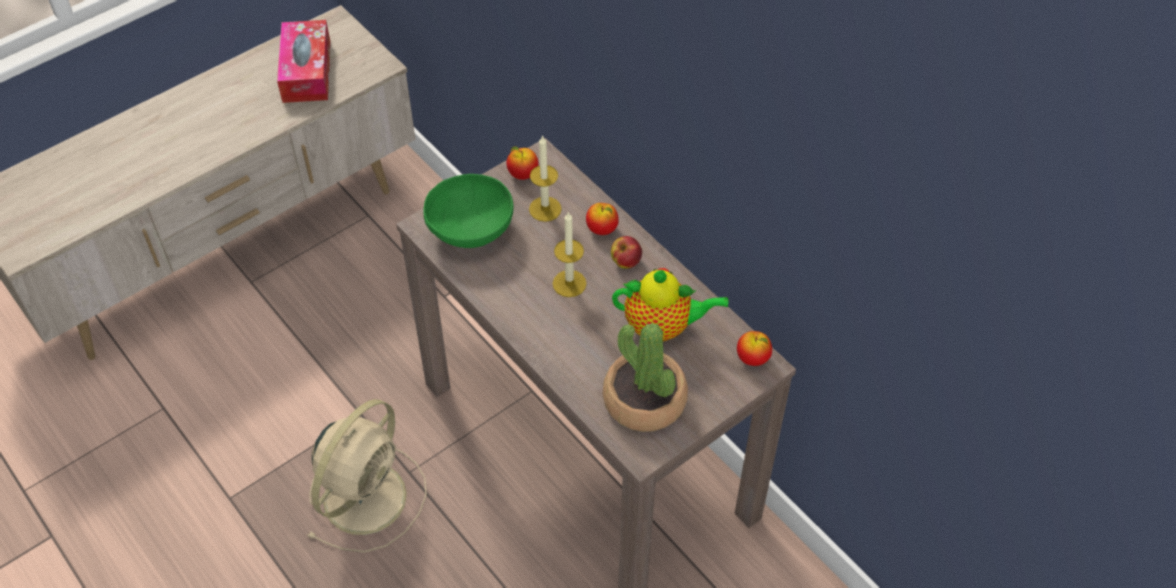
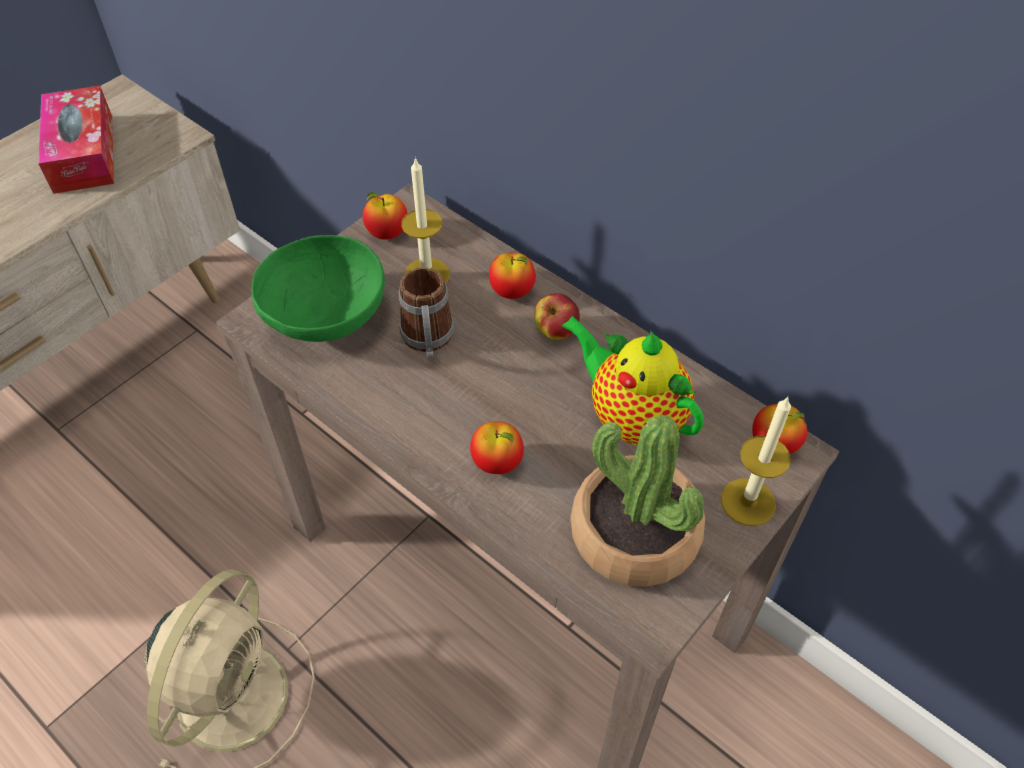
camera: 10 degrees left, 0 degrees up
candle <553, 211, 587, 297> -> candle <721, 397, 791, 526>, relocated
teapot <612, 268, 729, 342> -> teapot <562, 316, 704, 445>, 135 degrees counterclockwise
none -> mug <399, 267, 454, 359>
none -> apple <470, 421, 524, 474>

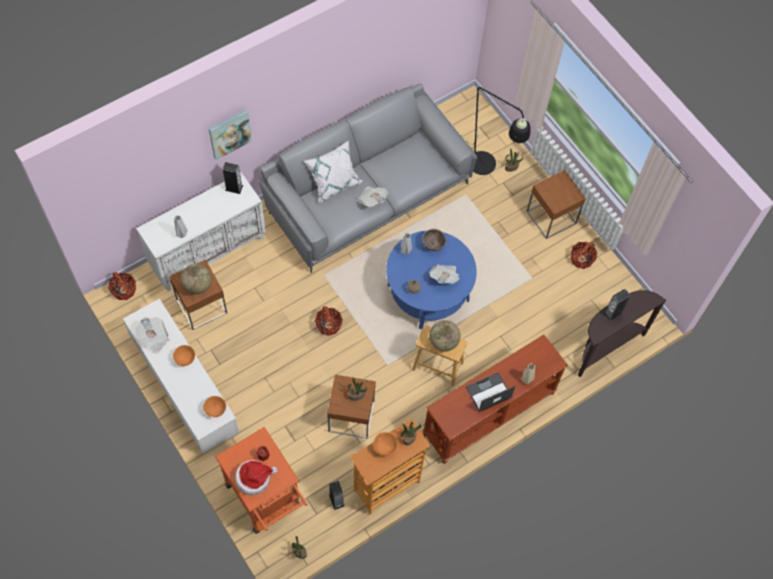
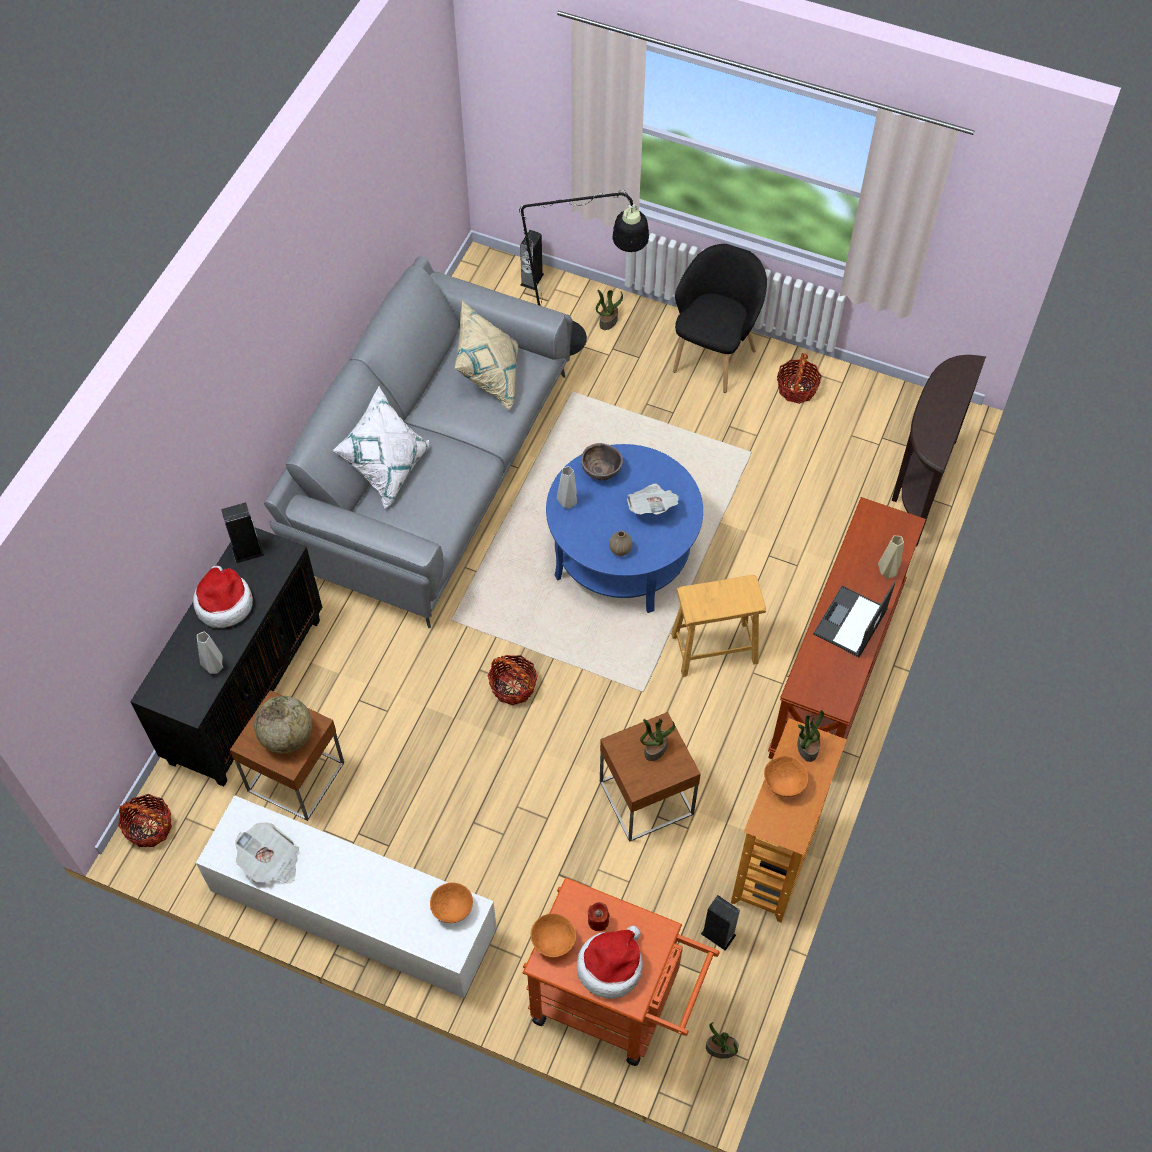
camera: 30 degrees left, 5 degrees down
picture <209, 109, 252, 160> -> none
brown_side_table <527, 170, 586, 239> -> black_armchair <673, 244, 767, 393>
white_cabinet <136, 172, 266, 291> -> black_cabinet <130, 527, 322, 787>
newspaper <358, 186, 389, 207> -> none
speaker <604, 289, 630, 321> -> speaker <520, 230, 544, 290>, relocated
globe <429, 320, 460, 352> -> none
orange_bowl <173, 345, 195, 366> -> orange_bowl <531, 914, 576, 958>, relocated
none -> beige_pillow <454, 301, 518, 410>
none -> hat <193, 566, 253, 628>

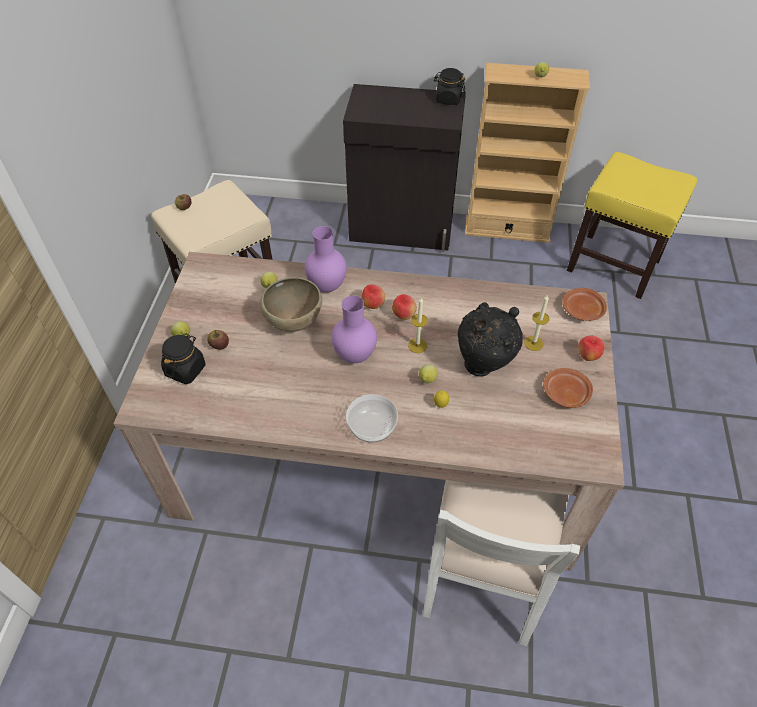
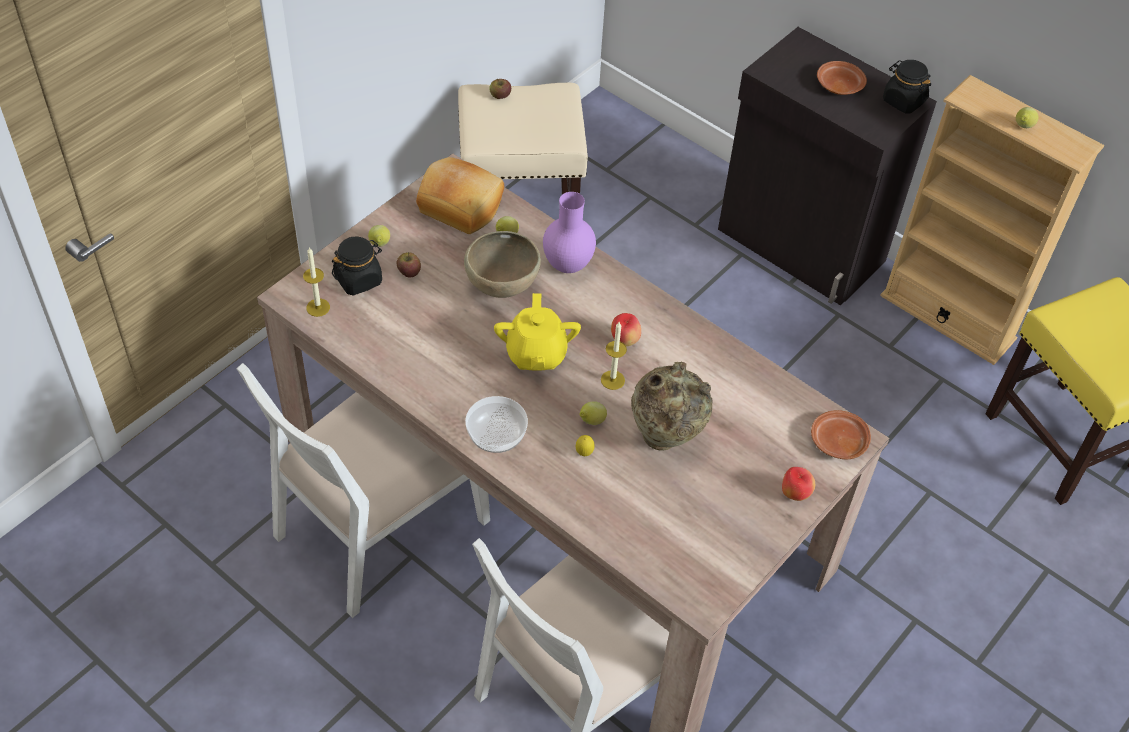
camera: 30 degrees right, 0 degrees up
apple <362, 285, 385, 309> -> none
purple_vase <332, 295, 377, 363> -> yellow_teapot <494, 293, 581, 371>
candle <524, 295, 549, 351> -> candle <303, 247, 330, 317>, relocated
black_vase <458, 302, 523, 377> -> beige_vase <631, 362, 712, 450>
brown_plate <543, 368, 593, 408> -> brown_plate <817, 61, 867, 95>, relocated
none -> bread <416, 157, 504, 234>
none -> white_chair <237, 363, 490, 618>

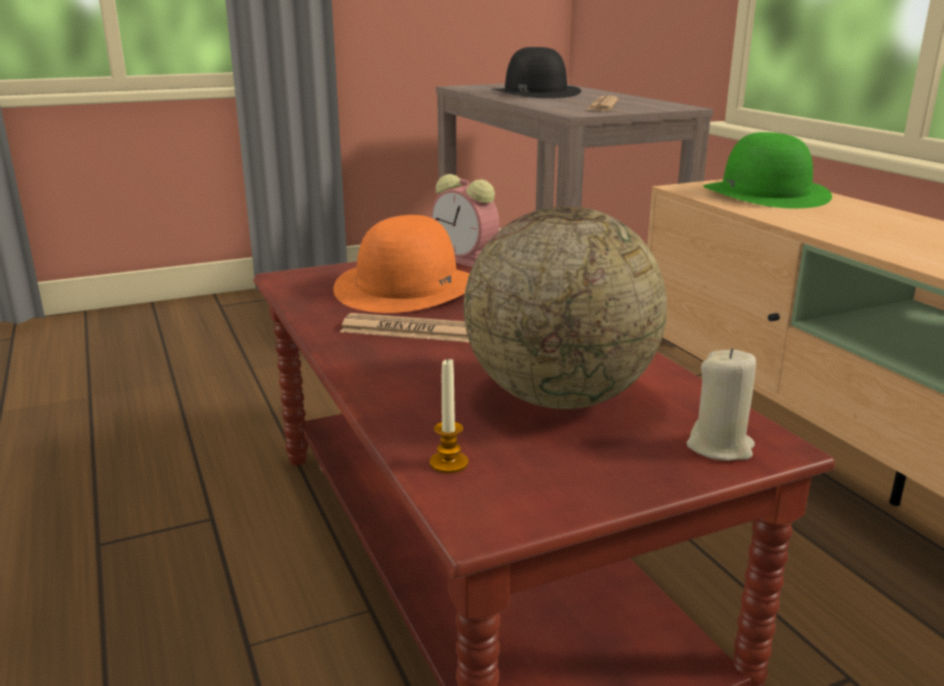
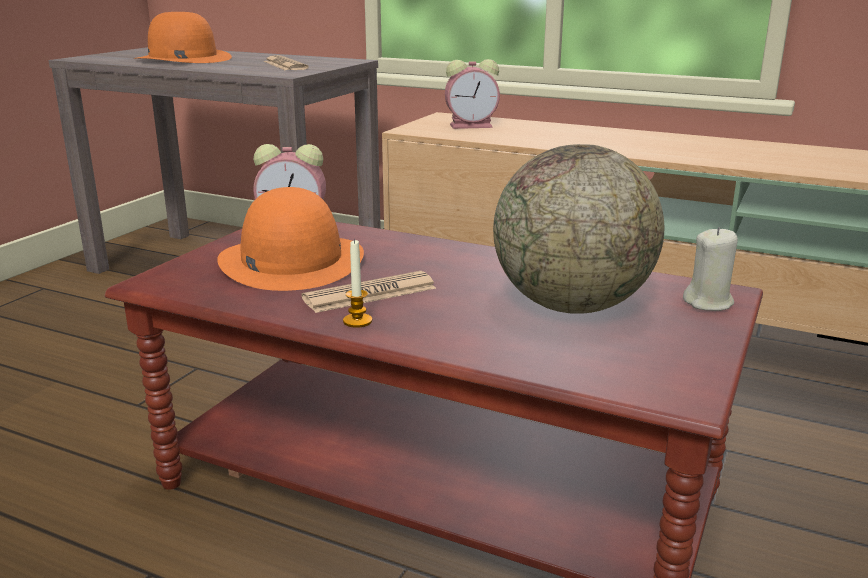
camera: 40 degrees left, 0 degrees up
black_hat <492, 47, 581, 98> -> orange_hat <134, 12, 232, 63>
green_hat <703, 132, 832, 208> -> alarm_clock <445, 59, 500, 129>
candle <430, 357, 468, 473> -> candle <343, 239, 372, 328>, relocated

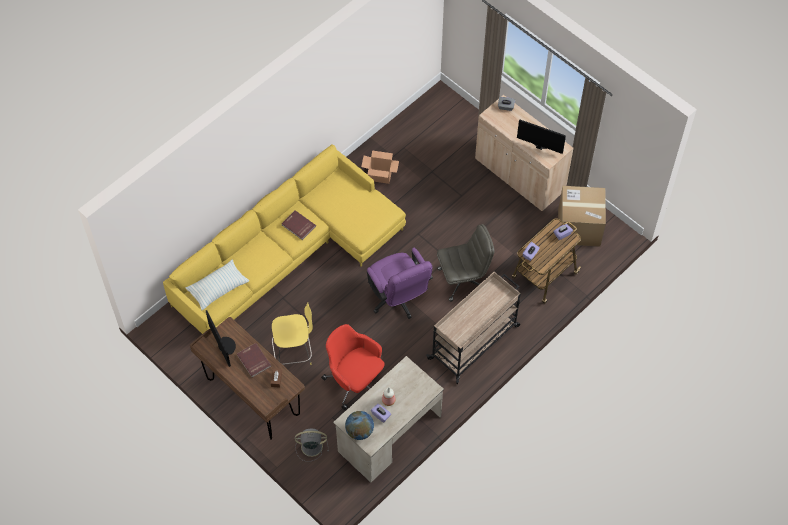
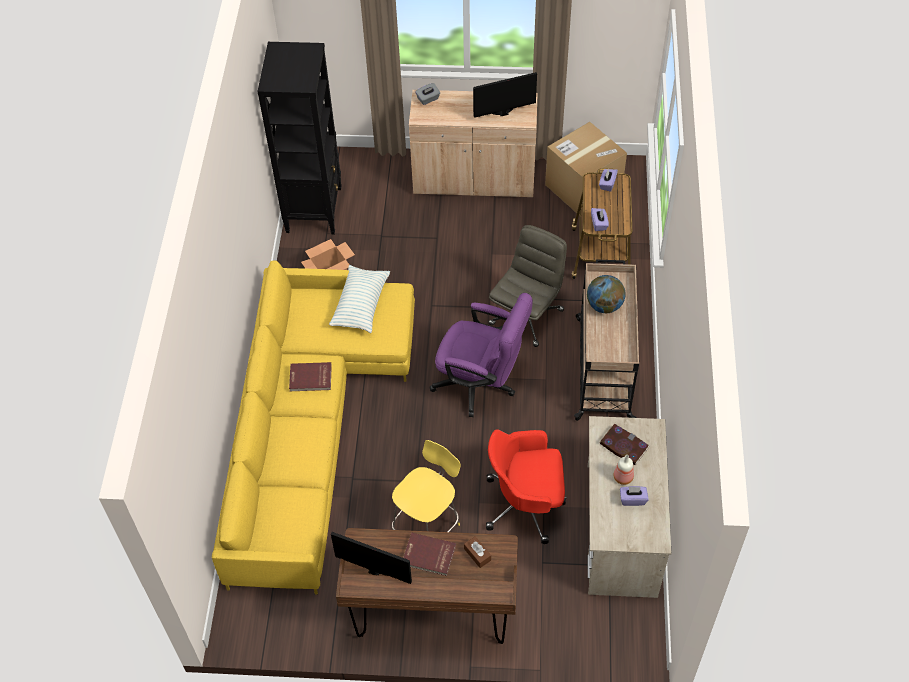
camera: 40 degrees left, 5 degrees down
pillow <186, 260, 249, 310> -> pillow <329, 265, 390, 333>, relocated
globe <345, 411, 374, 440> -> globe <587, 275, 625, 313>, relocated
grey_fan <295, 428, 329, 462> -> none
none -> black_bookcase <257, 42, 342, 235>
none -> book <599, 424, 650, 465>

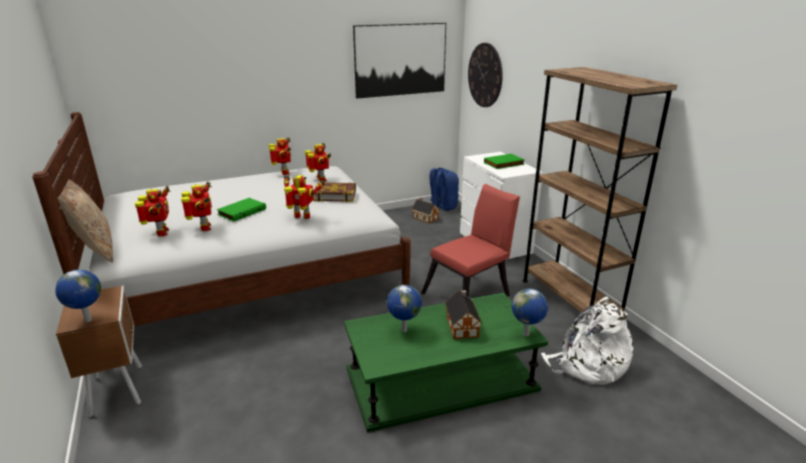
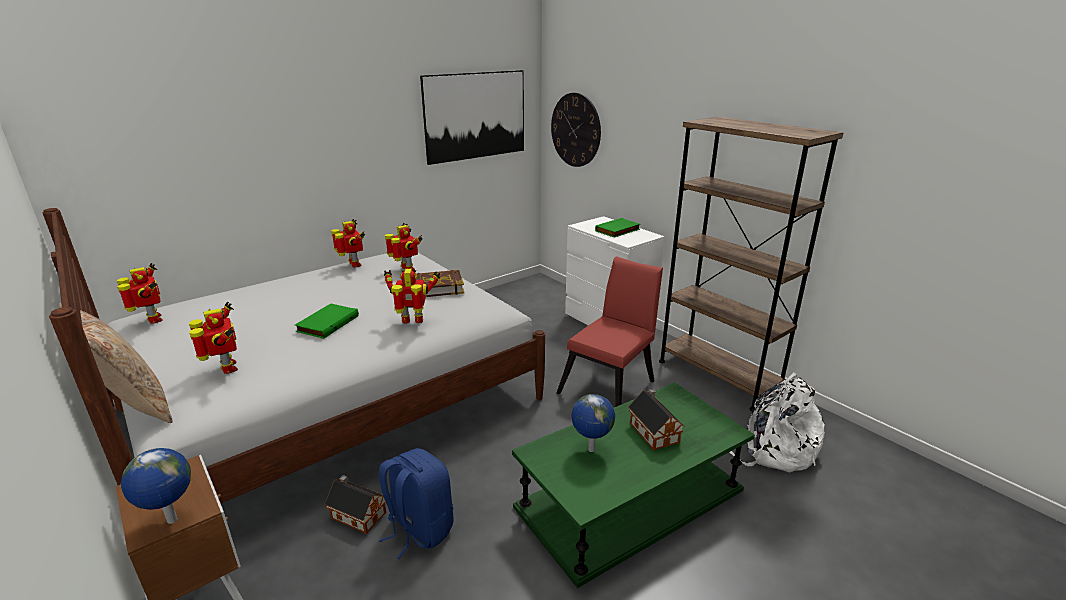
camera: 15 degrees left, 0 degrees up
blue_backpack <430, 168, 459, 211> -> blue_backpack <379, 448, 453, 559>, relocated
toy_robot <181, 181, 212, 231> -> toy_robot <117, 263, 163, 324>, relocated
toy_house <412, 198, 439, 223> -> toy_house <325, 475, 386, 534>, relocated
globe <512, 289, 548, 336> -> none

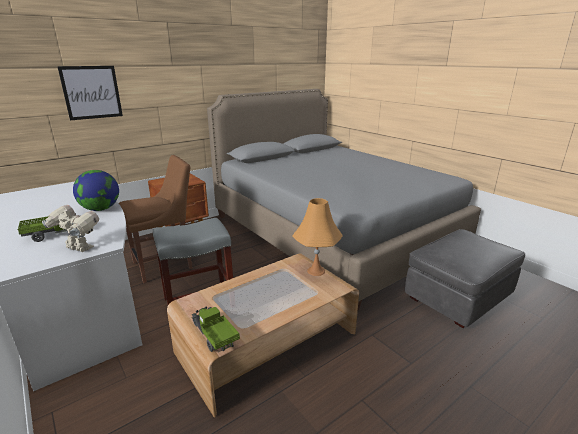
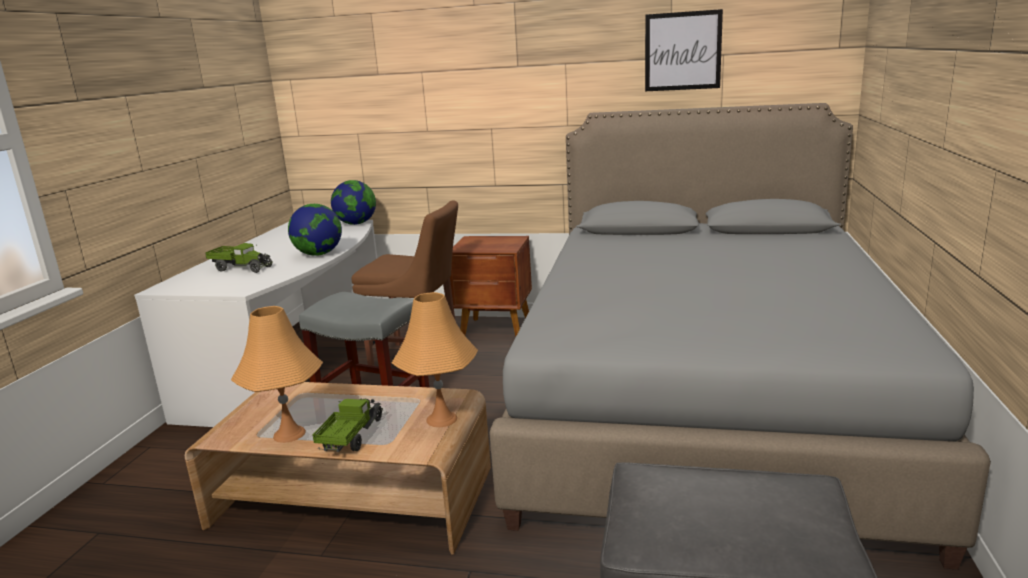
camera: 50 degrees right, 5 degrees down
picture <57, 66, 123, 120> -> picture <645, 9, 723, 91>, relocated
toy_robot <42, 205, 99, 252> -> none
toy_truck <192, 307, 240, 352> -> toy_truck <313, 399, 383, 452>, relocated
none -> globe <331, 180, 376, 225>
none -> orange_table_lamp <231, 306, 323, 443>

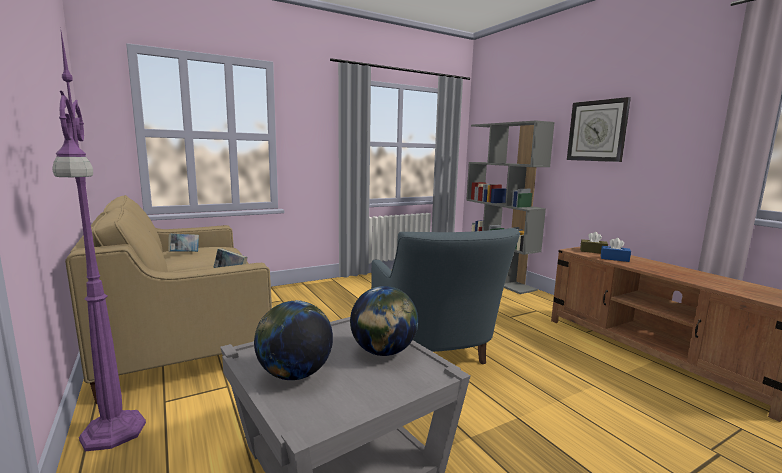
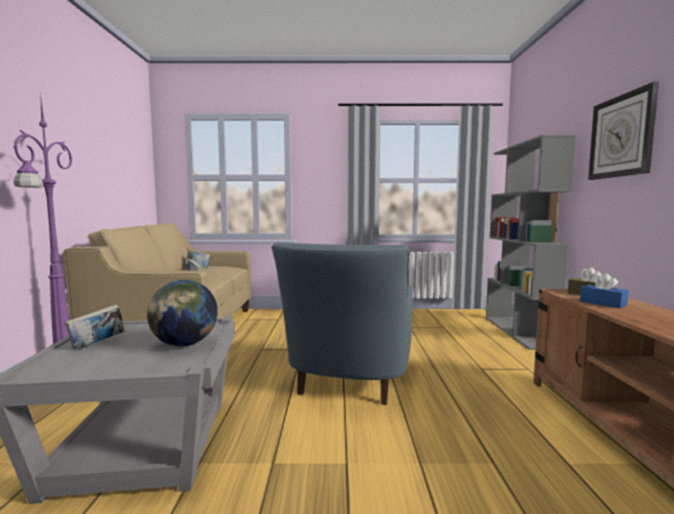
camera: 30 degrees right, 5 degrees down
globe <254, 300, 333, 380> -> book <65, 305, 125, 350>

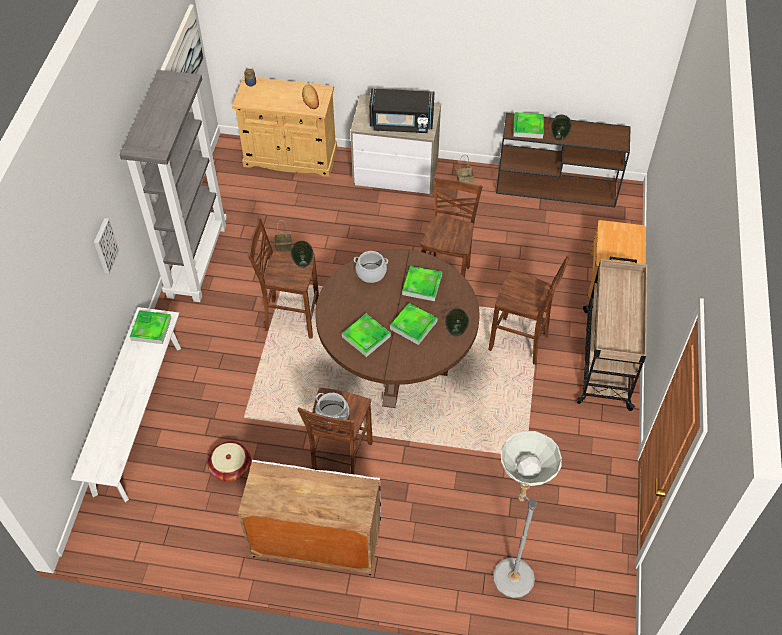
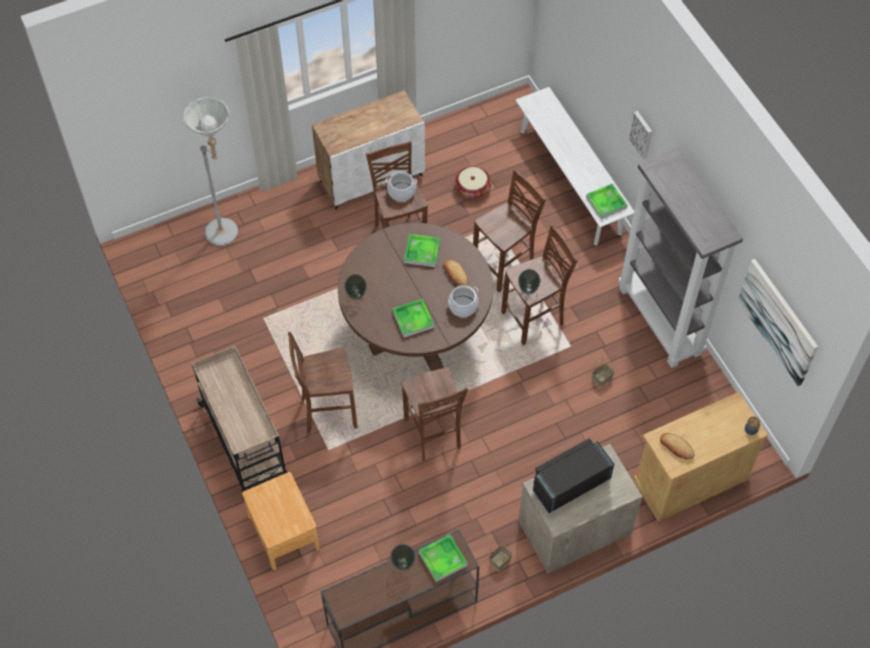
camera: 145 degrees right, 5 degrees up
tray <390, 303, 437, 345> -> none
none -> brown_stool <473, 169, 546, 292>
none -> bread <443, 260, 468, 286>

